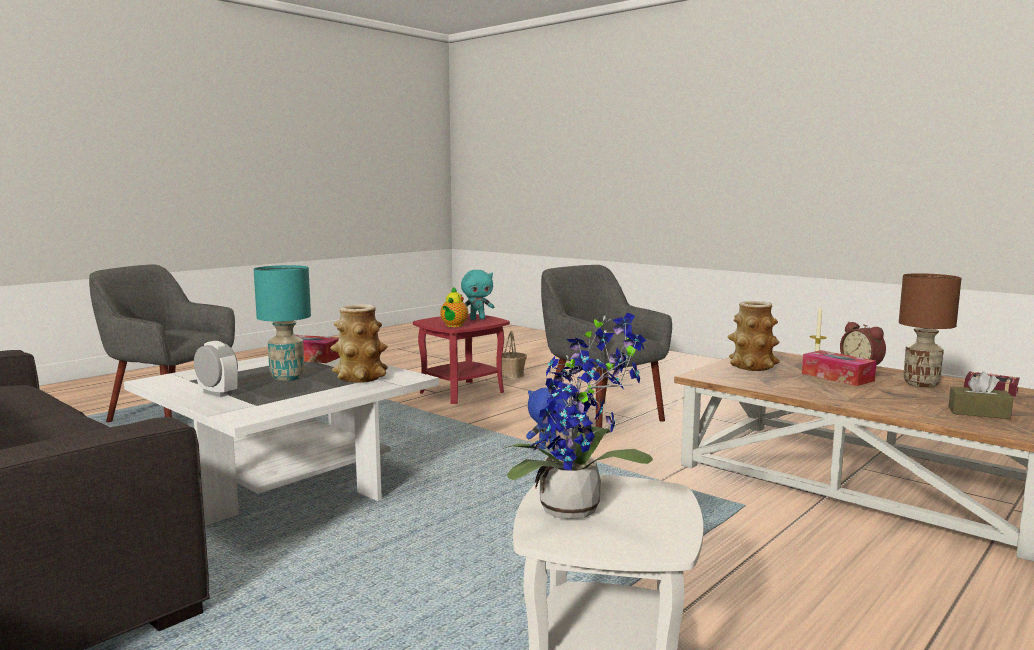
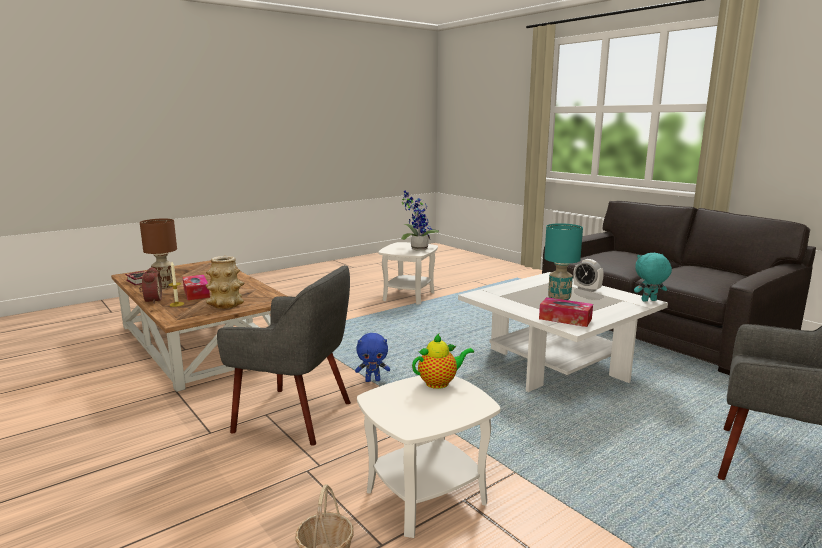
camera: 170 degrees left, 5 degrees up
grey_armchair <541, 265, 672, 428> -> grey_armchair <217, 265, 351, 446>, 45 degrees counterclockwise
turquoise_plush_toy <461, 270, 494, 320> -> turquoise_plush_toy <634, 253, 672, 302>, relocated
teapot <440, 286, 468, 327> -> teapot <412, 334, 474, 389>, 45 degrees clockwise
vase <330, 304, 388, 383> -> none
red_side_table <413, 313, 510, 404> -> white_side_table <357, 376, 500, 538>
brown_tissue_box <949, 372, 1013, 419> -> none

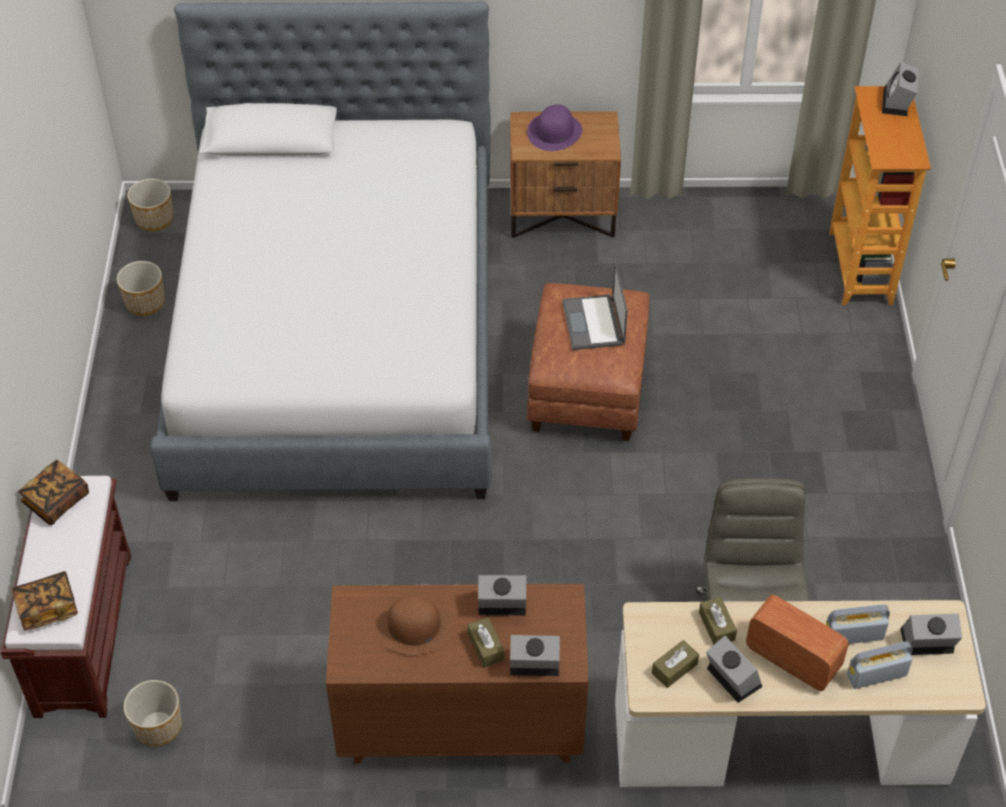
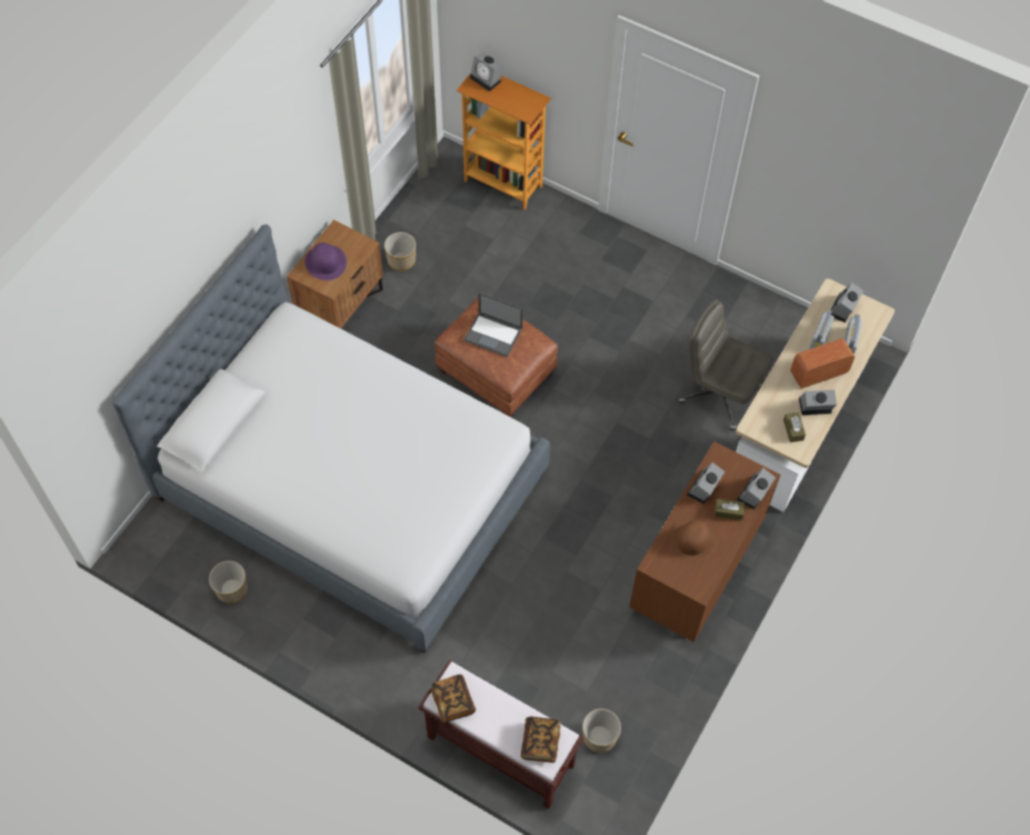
camera: 60 degrees left, 10 degrees up
planter <127, 179, 173, 231> -> planter <384, 232, 416, 271>, relocated
brown_tissue_box <699, 597, 737, 645> -> none

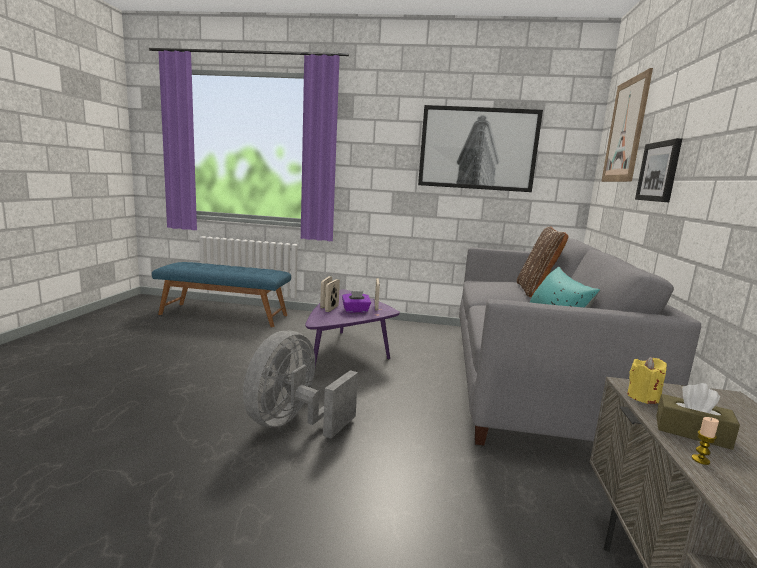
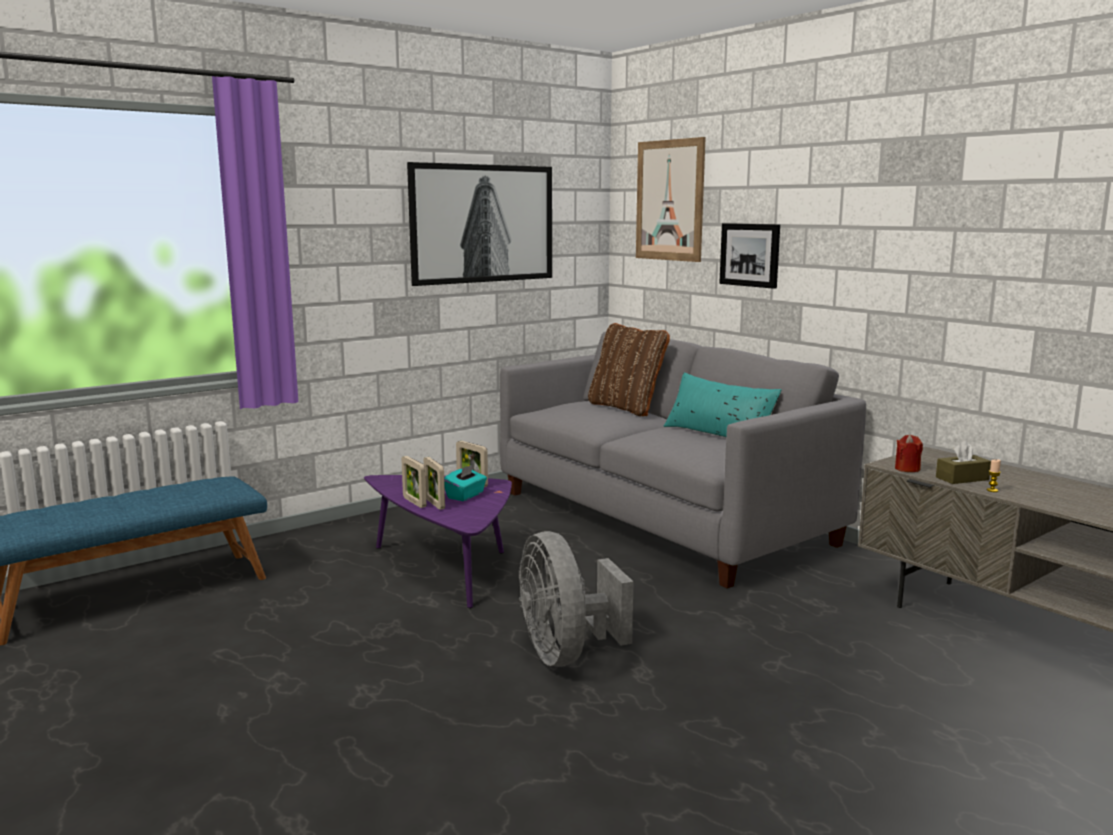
camera: 45 degrees left, 0 degrees up
purple_tissue_box <342, 291, 371, 313> -> turquoise_tissue_box <444, 464, 487, 501>
yellow_candle <627, 357, 667, 404> -> red_candle <895, 435, 923, 472>

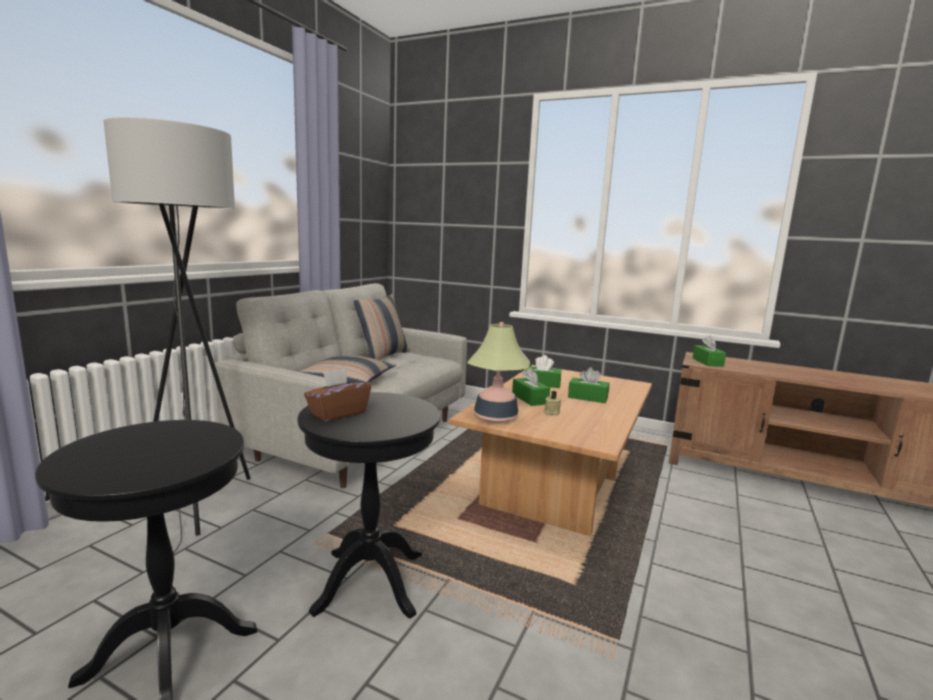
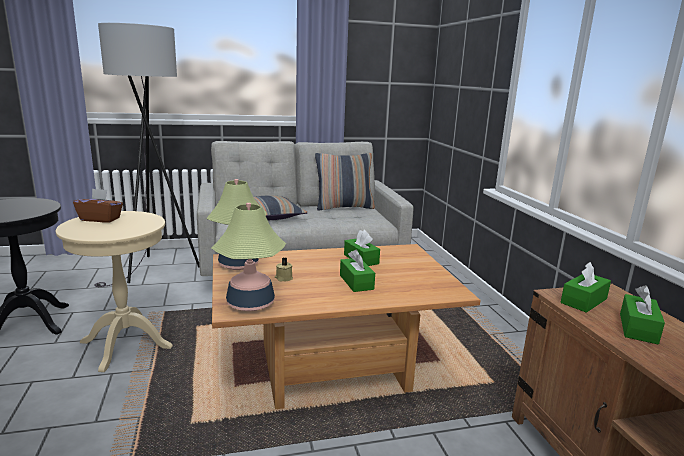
camera: 50 degrees right, 5 degrees up
green_tissue_box <512, 368, 550, 406> -> green_tissue_box <620, 285, 665, 344>, relocated
black_side_table <297, 392, 440, 619> -> beige_side_table <56, 211, 173, 372>
none -> table_lamp <212, 203, 286, 311>

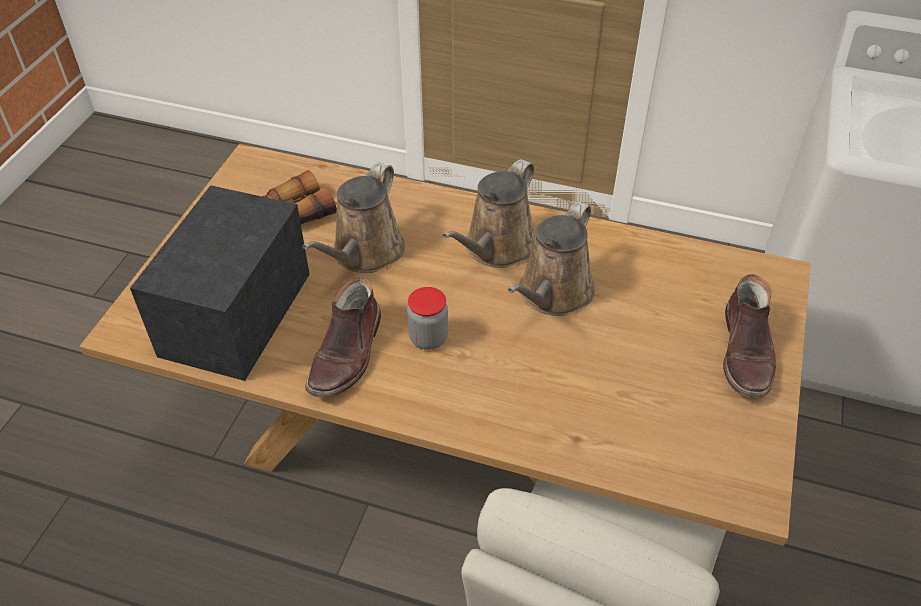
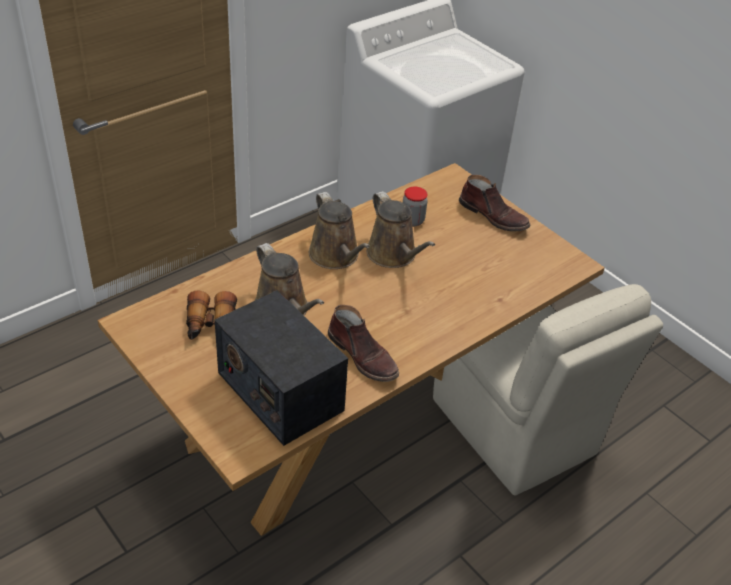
camera: 60 degrees left, 5 degrees down
jar <407, 287, 448, 350> -> jar <403, 187, 428, 227>, relocated

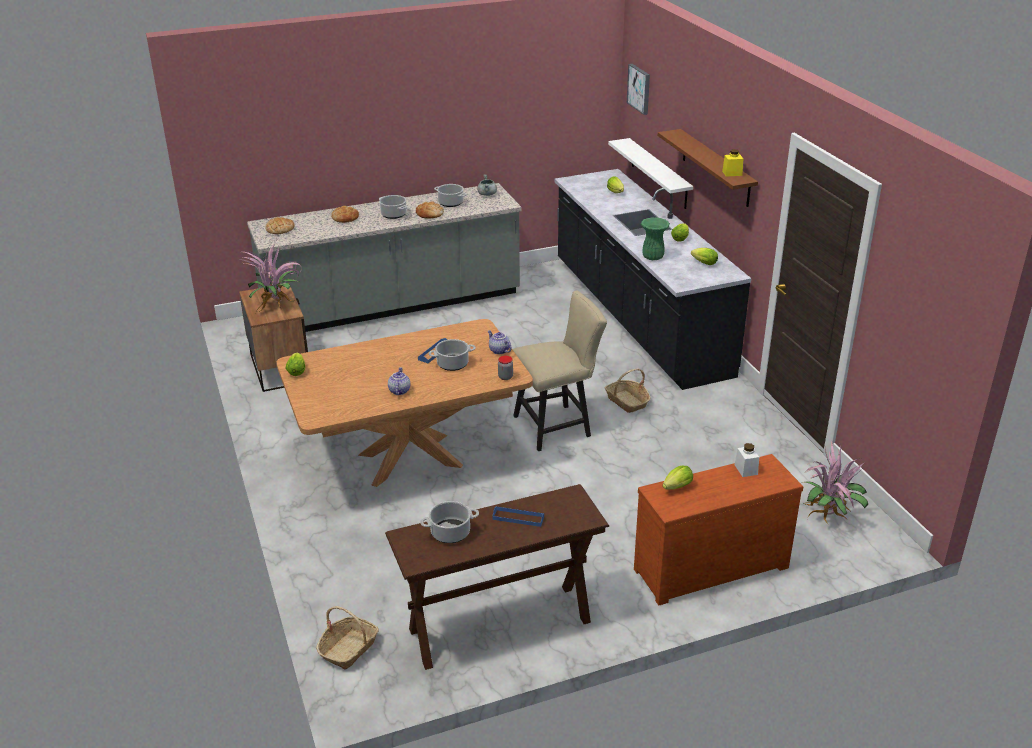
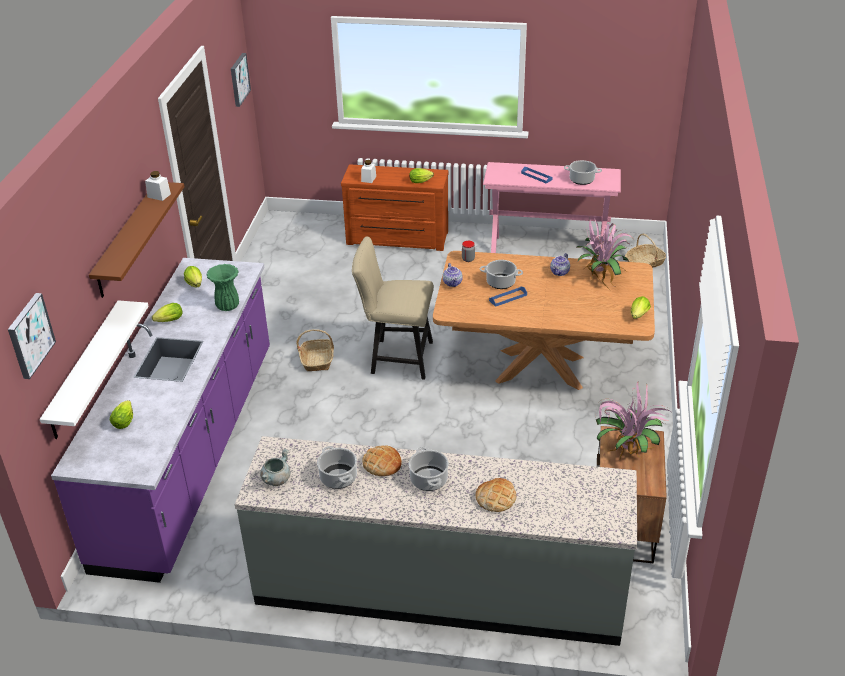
camera: 150 degrees left, 5 degrees up
yellow_jar <722, 149, 743, 176> -> white_jar <145, 171, 171, 201>
black_counter <554, 169, 751, 390> -> purple_counter <51, 258, 270, 583>
bread <265, 217, 295, 234> -> none
potted_plant <802, 441, 868, 524> -> potted_plant <577, 219, 635, 290>, relocated
brown_console_table <385, 484, 609, 670> -> pink_console_table <483, 162, 621, 253>
none -> picture <231, 53, 251, 107>

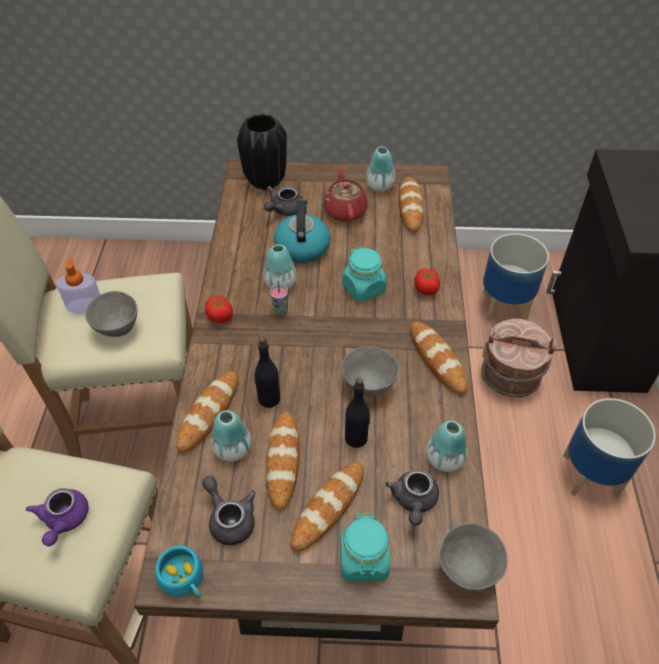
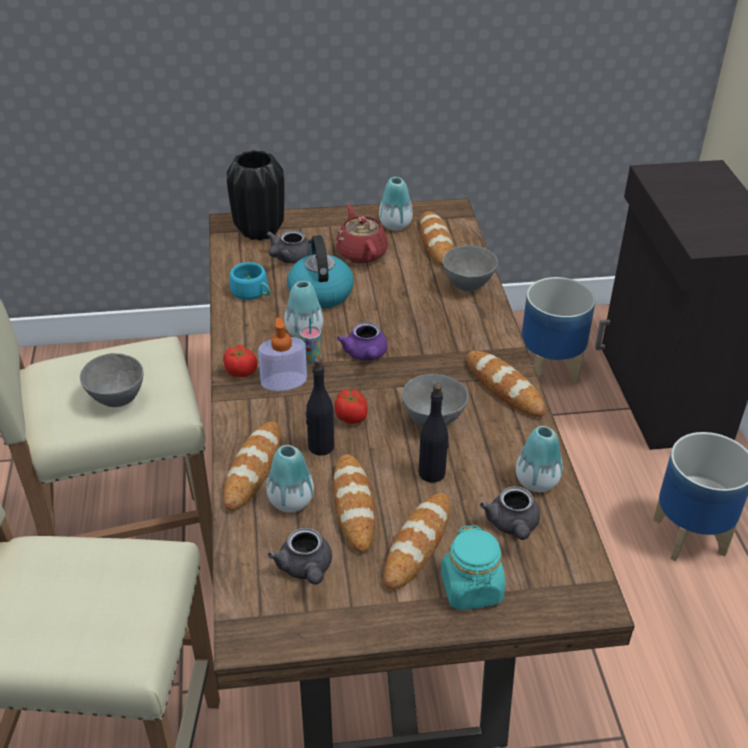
camera: 10 degrees left, 10 degrees down
turquoise_jar <342, 246, 387, 302> -> none
soap_dispenser <56, 258, 101, 315> -> soap_dispenser <258, 317, 307, 391>, relocated
tomato <414, 268, 440, 295> -> tomato <334, 390, 368, 424>, relocated
brown_bucket <481, 318, 557, 397> -> none
grey_teapot <202, 476, 255, 545> -> grey_teapot <268, 528, 332, 585>, 150 degrees counterclockwise
purple_teapot <26, 488, 89, 546> -> purple_teapot <337, 322, 387, 361>, relocated
grey_bowl <439, 523, 508, 590> -> grey_bowl <443, 245, 498, 291>, relocated
turquoise_cup <155, 546, 203, 598> -> turquoise_cup <229, 262, 270, 300>, relocated

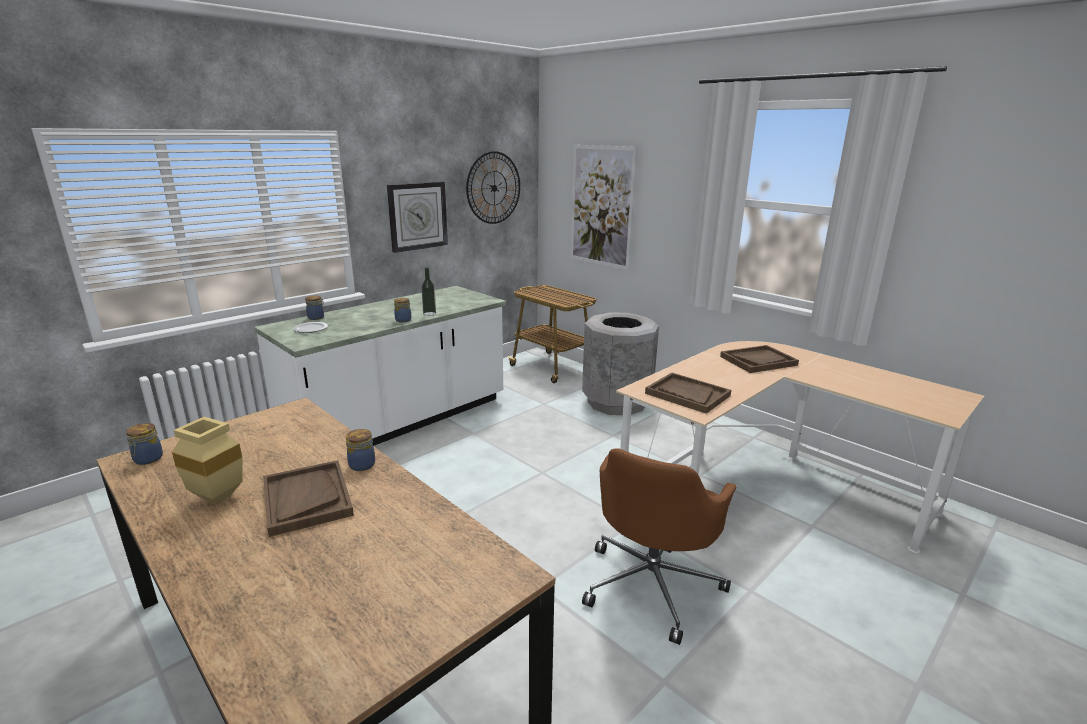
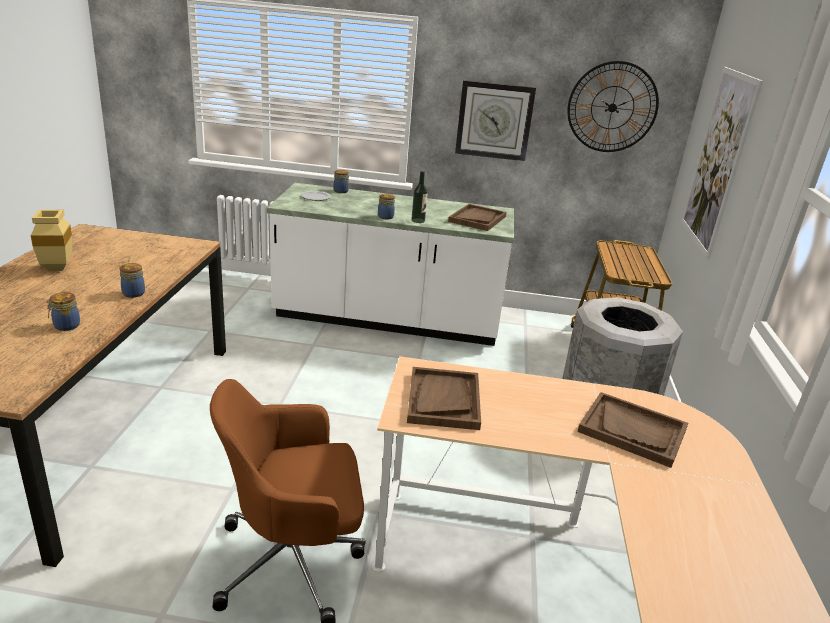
camera: 50 degrees right, 5 degrees up
jar <126, 423, 163, 465> -> jar <46, 292, 80, 331>, relocated
brown_tray <263, 460, 354, 537> -> brown_tray <448, 204, 507, 231>, relocated

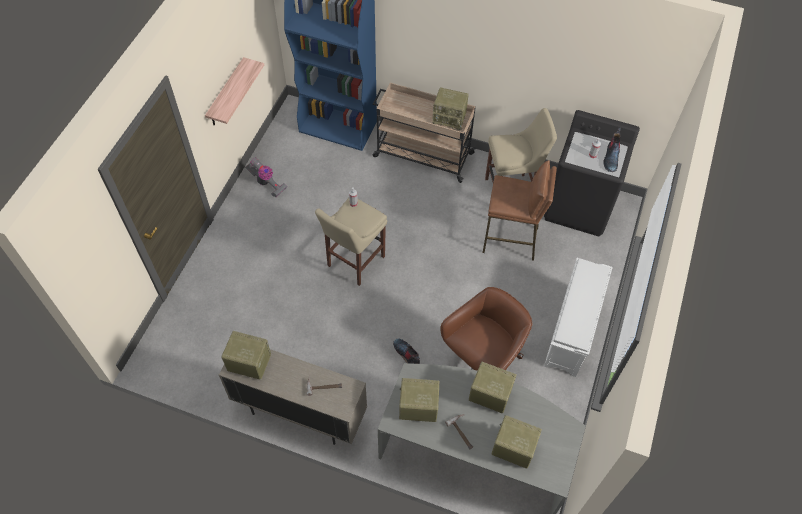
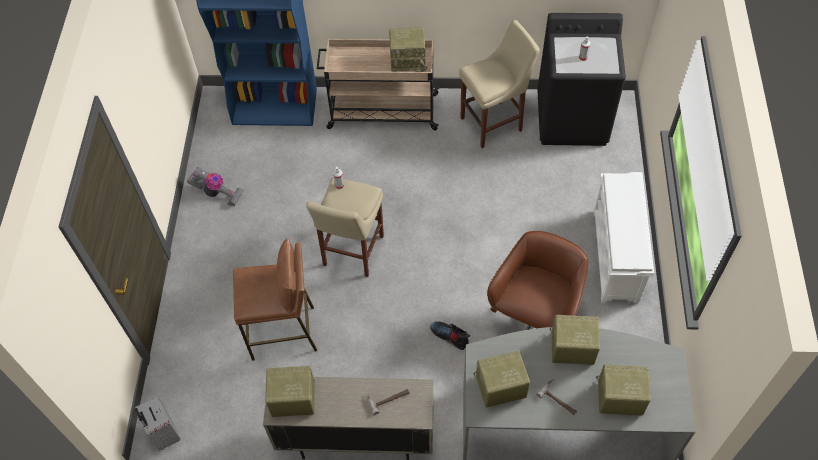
camera: 15 degrees left, 0 degrees up
shelf <205, 57, 264, 125> -> none
boot <603, 127, 621, 172> -> none
brown_stool <483, 160, 557, 261> -> brown_stool <233, 238, 317, 361>, relocated
none -> grey_suitcase <135, 396, 181, 451>

